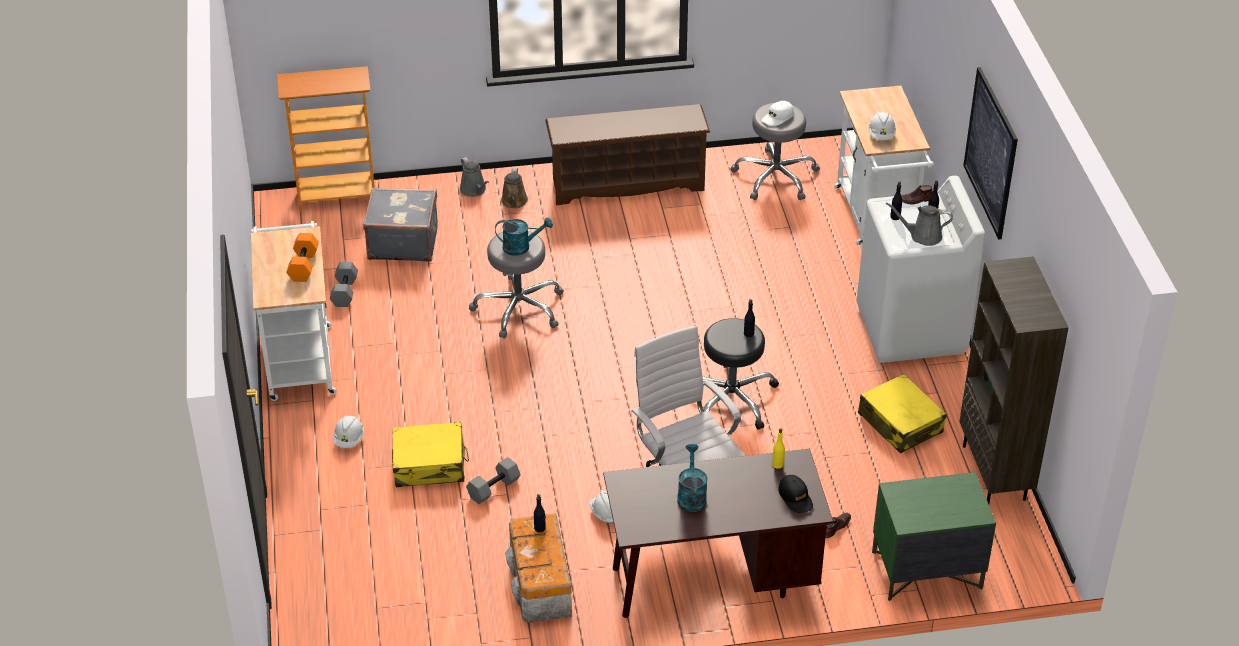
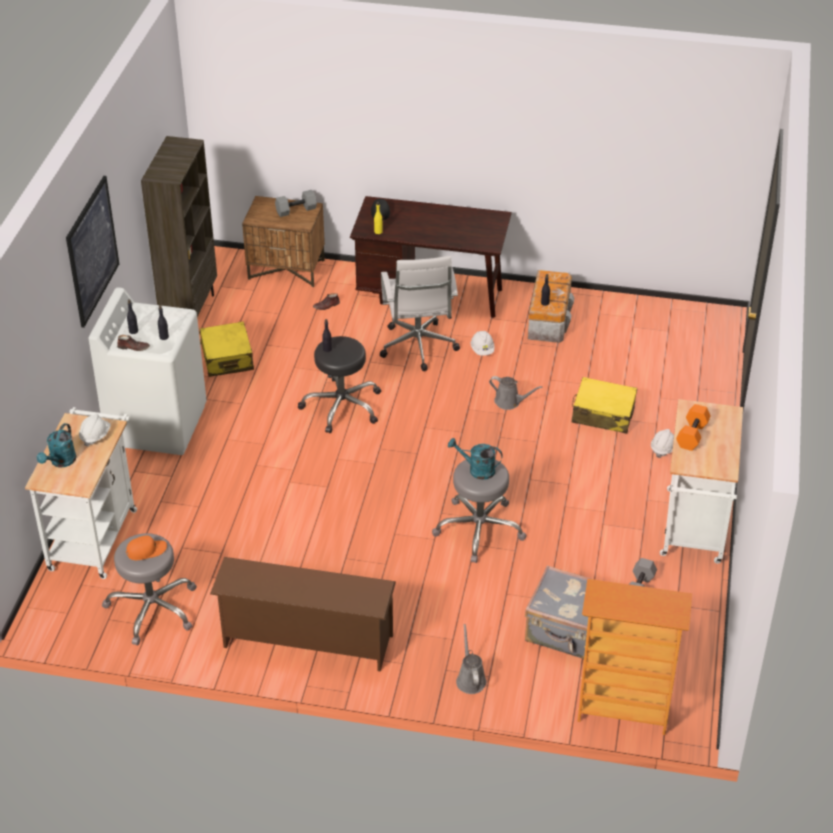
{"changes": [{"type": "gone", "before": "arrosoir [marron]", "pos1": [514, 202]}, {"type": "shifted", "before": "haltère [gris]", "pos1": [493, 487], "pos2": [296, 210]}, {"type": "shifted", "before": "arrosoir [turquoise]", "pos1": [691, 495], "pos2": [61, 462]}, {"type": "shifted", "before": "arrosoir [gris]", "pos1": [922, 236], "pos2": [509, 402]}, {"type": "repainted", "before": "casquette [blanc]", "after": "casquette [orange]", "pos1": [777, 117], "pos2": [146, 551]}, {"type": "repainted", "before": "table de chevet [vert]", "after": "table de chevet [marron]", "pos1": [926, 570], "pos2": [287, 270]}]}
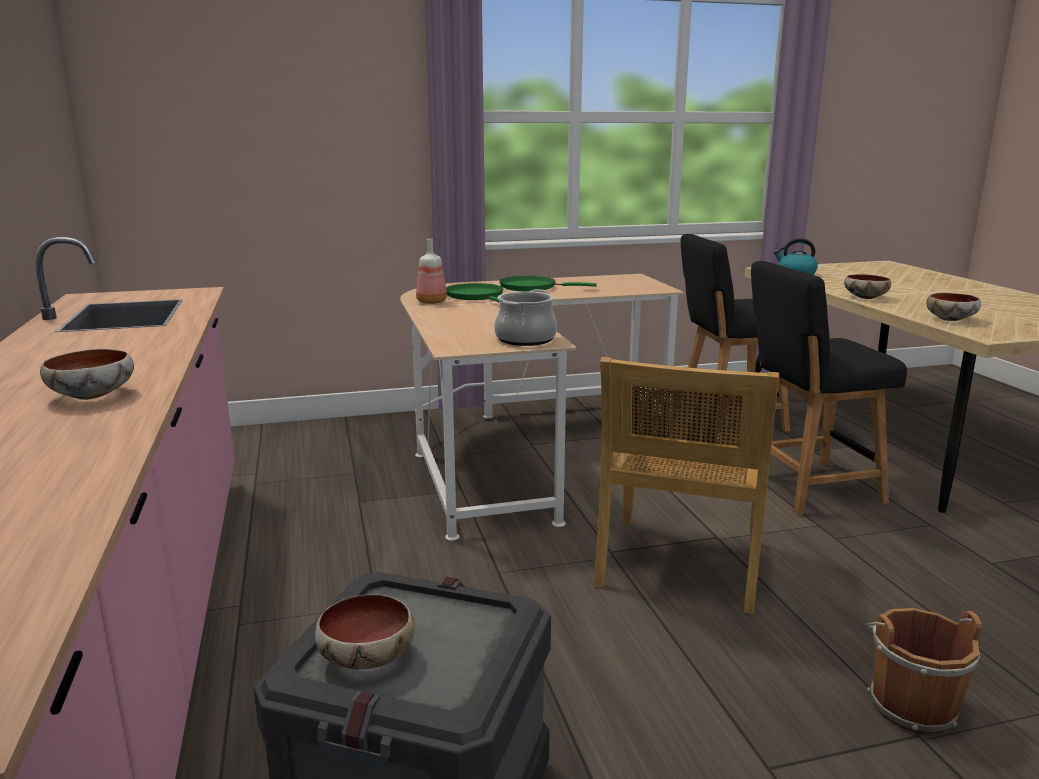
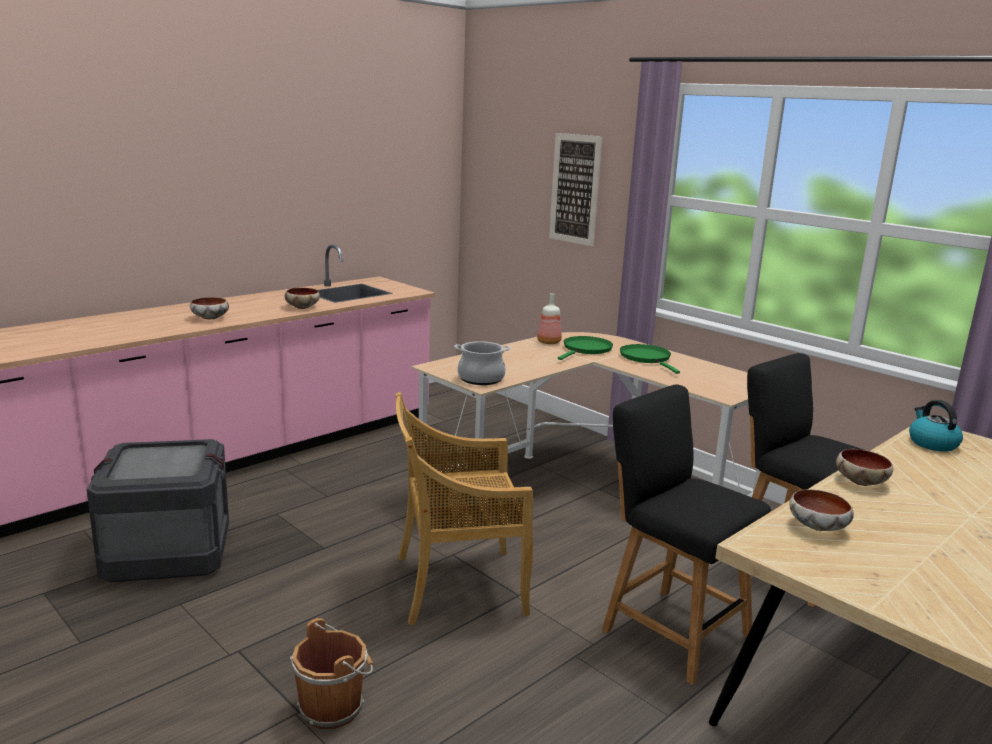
{"changes": [{"type": "new", "after": "tableau", "pos2": [575, 189]}, {"type": "shifted", "before": "bol", "pos1": [365, 658], "pos2": [302, 307]}]}
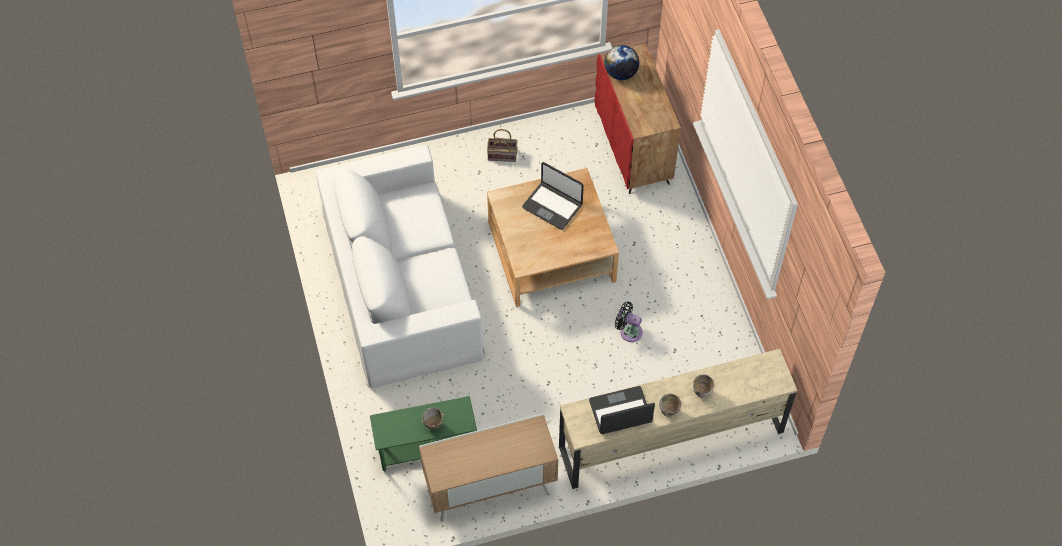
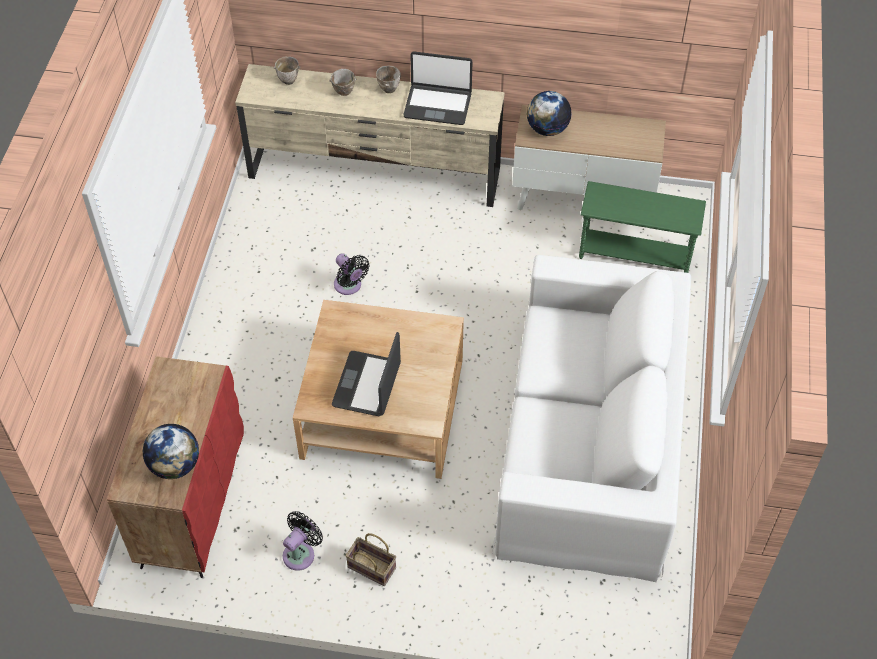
{"changes": [{"type": "new", "after": "ventilateur [noir]", "pos2": [301, 553]}, {"type": "new", "after": "globe", "pos2": [547, 129]}, {"type": "shifted", "before": "bol", "pos1": [432, 425], "pos2": [289, 80]}, {"type": "rotated", "before": "ordinateur portable", "pos1": [552, 206], "pos2": [367, 385], "turn": -135}]}
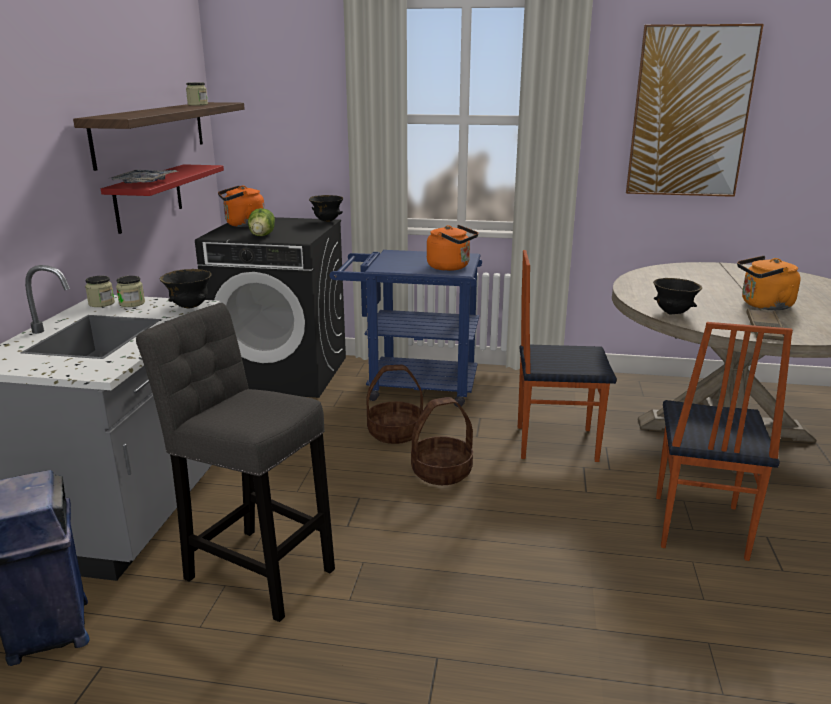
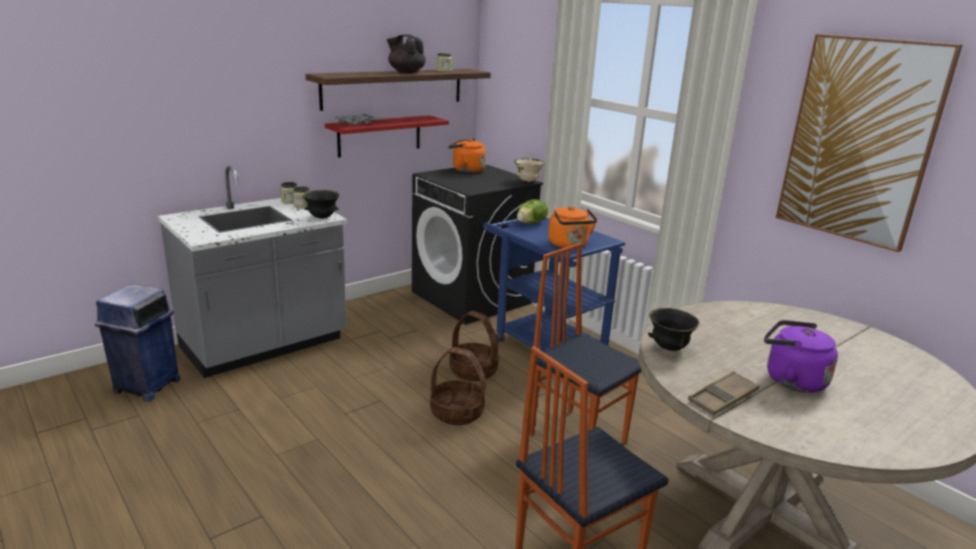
{"changes": [{"type": "gone", "before": "tabouret [gris]", "pos1": [255, 570]}, {"type": "new", "after": "théière [noir]", "pos2": [406, 72]}, {"type": "shifted", "before": "laitue", "pos1": [263, 235], "pos2": [531, 223]}, {"type": "repainted", "before": "bol [noir]", "after": "bol [beige]", "pos1": [326, 221], "pos2": [528, 181]}, {"type": "repainted", "before": "bouilloire [orange]", "after": "bouilloire [violet]", "pos1": [763, 305], "pos2": [791, 380]}]}
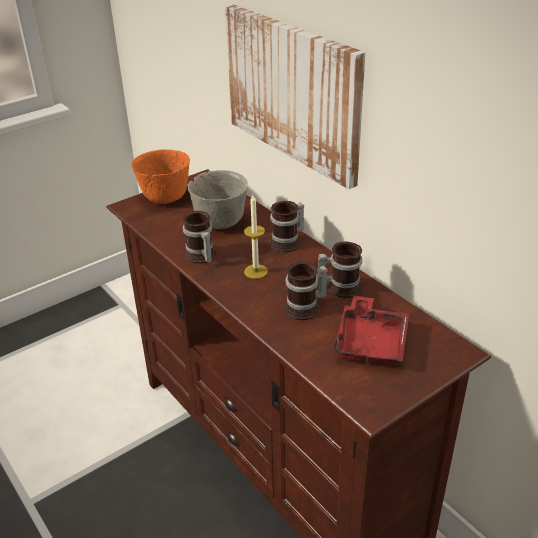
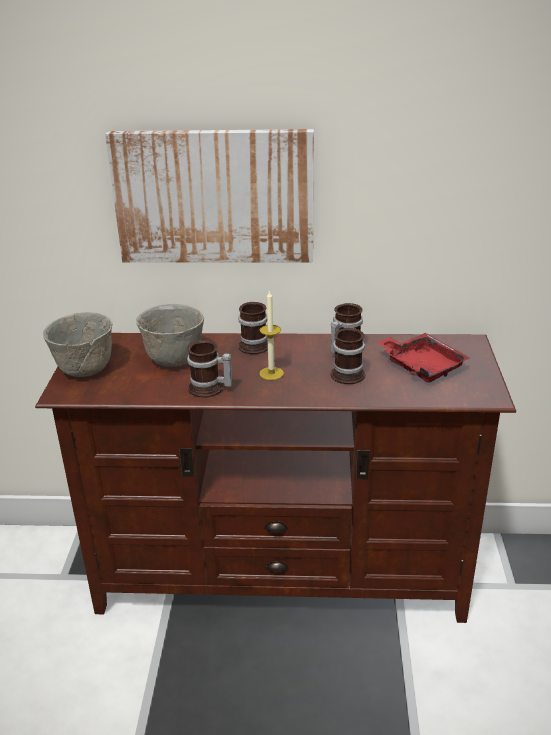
{"changes": [{"type": "repainted", "before": "bol [orange]", "after": "bol [gris]", "pos1": [164, 198], "pos2": [85, 370]}]}
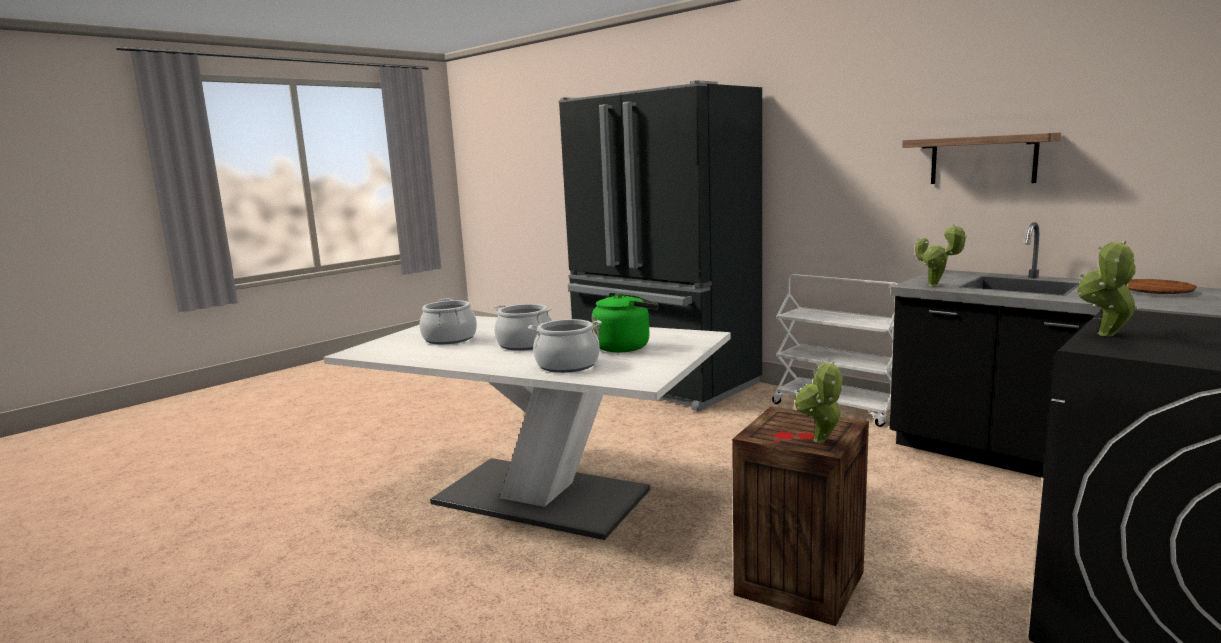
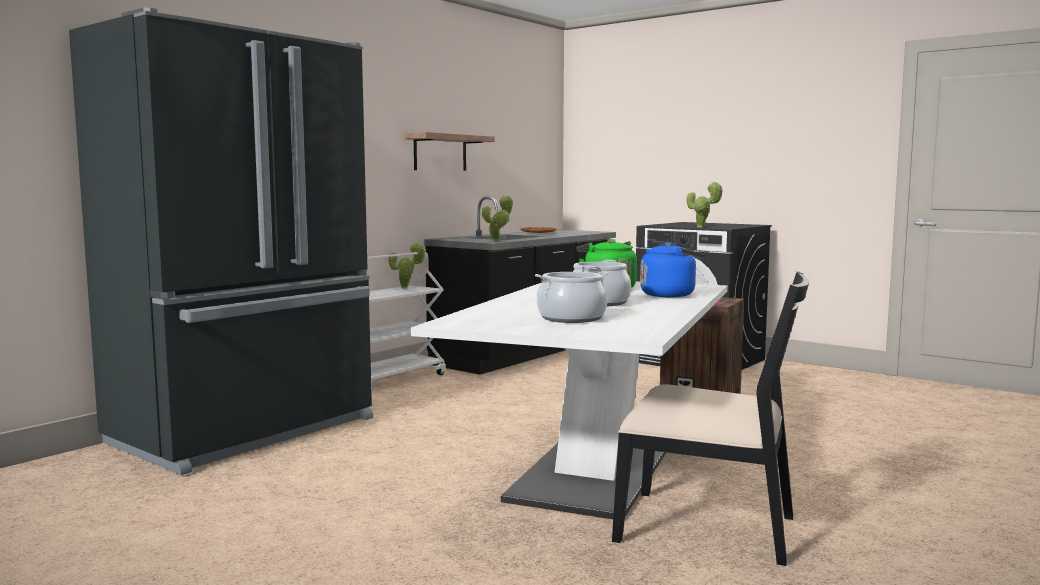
{"changes": [{"type": "new", "after": "chaise [noir]", "pos2": [708, 527]}, {"type": "shifted", "before": "plante en pot", "pos1": [821, 442], "pos2": [406, 288]}, {"type": "swapped", "before": "marmite", "after": "bouilloire [bleu]", "pos1": [567, 365], "pos2": [671, 295]}]}
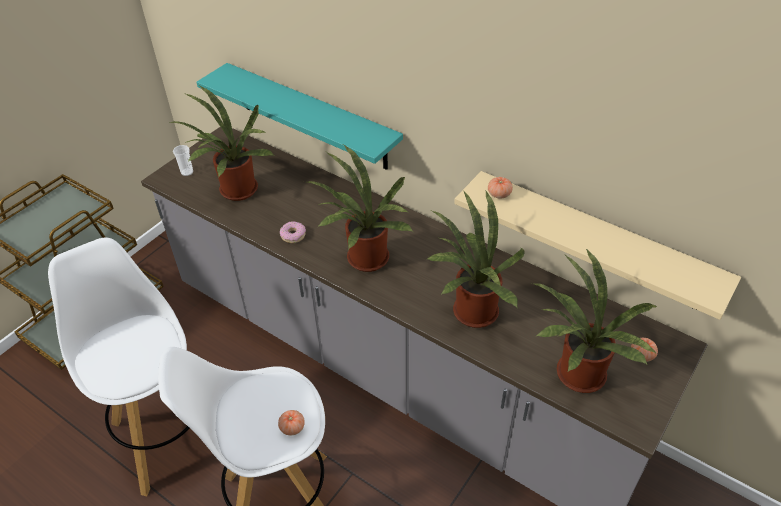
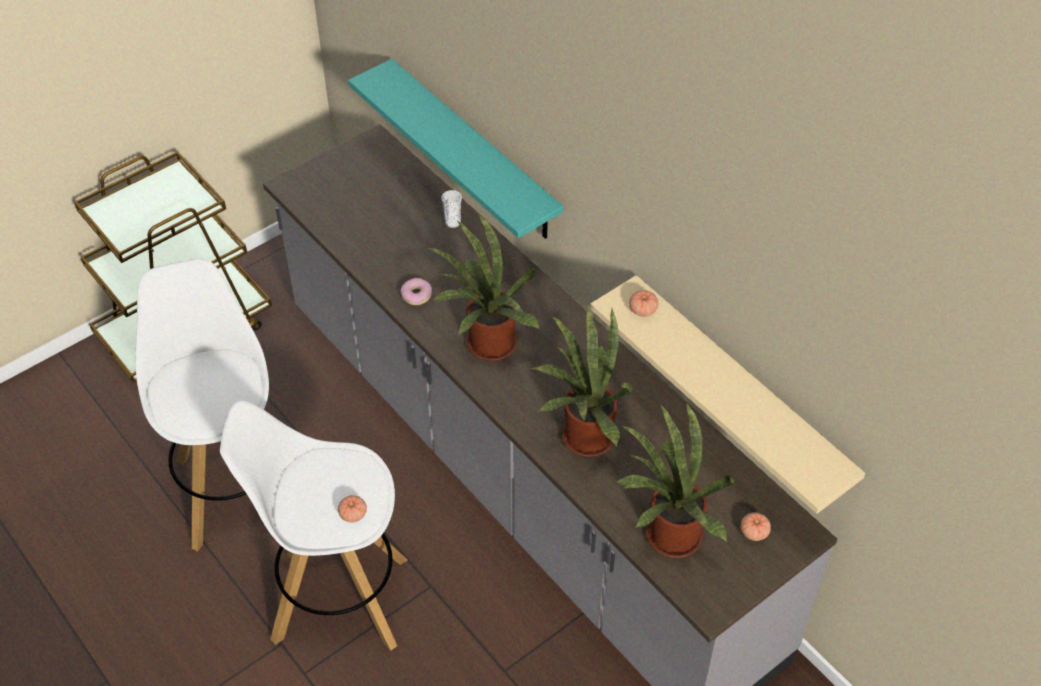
{"changes": [{"type": "gone", "before": "plante en pot", "pos1": [236, 192]}, {"type": "shifted", "before": "tasse", "pos1": [187, 172], "pos2": [453, 222]}]}
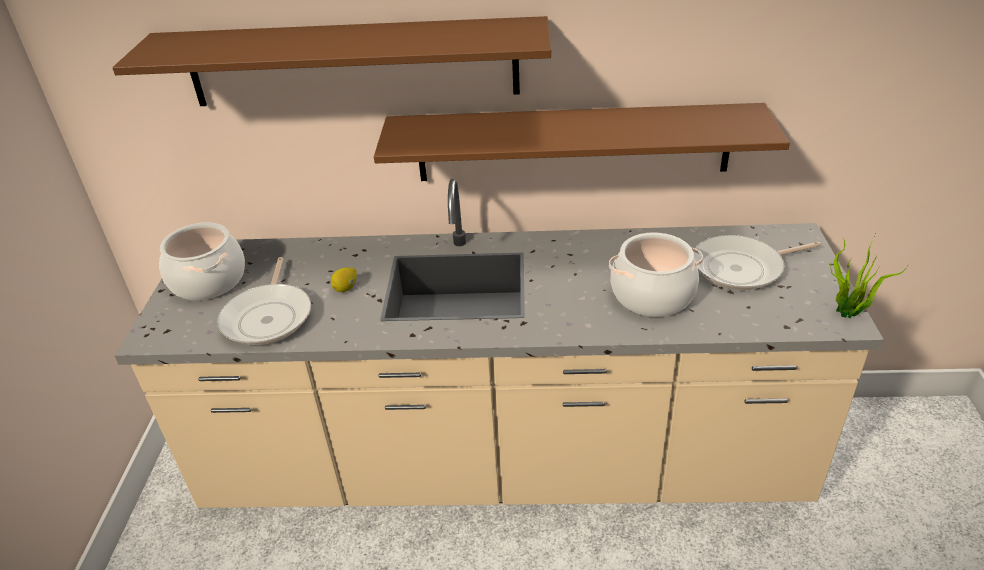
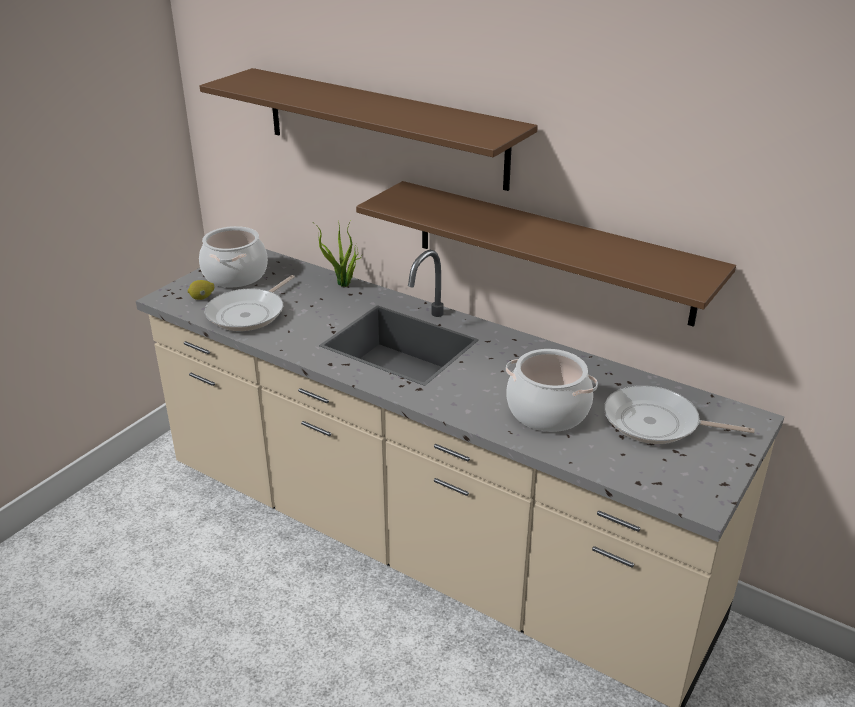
{"changes": [{"type": "shifted", "before": "citron", "pos1": [346, 288], "pos2": [202, 298]}, {"type": "shifted", "before": "plante en pot", "pos1": [848, 314], "pos2": [344, 285]}]}
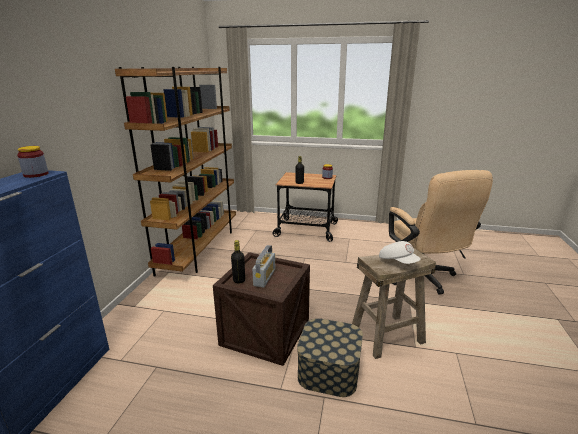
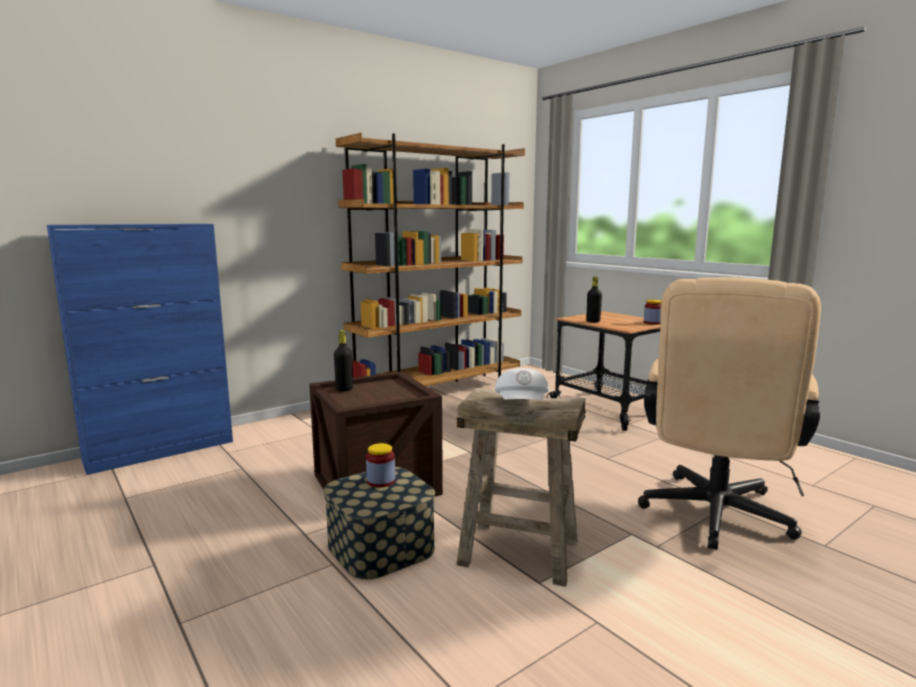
{"changes": [{"type": "gone", "before": "radio", "pos1": [264, 277]}, {"type": "shifted", "before": "bocal", "pos1": [36, 174], "pos2": [381, 481]}]}
